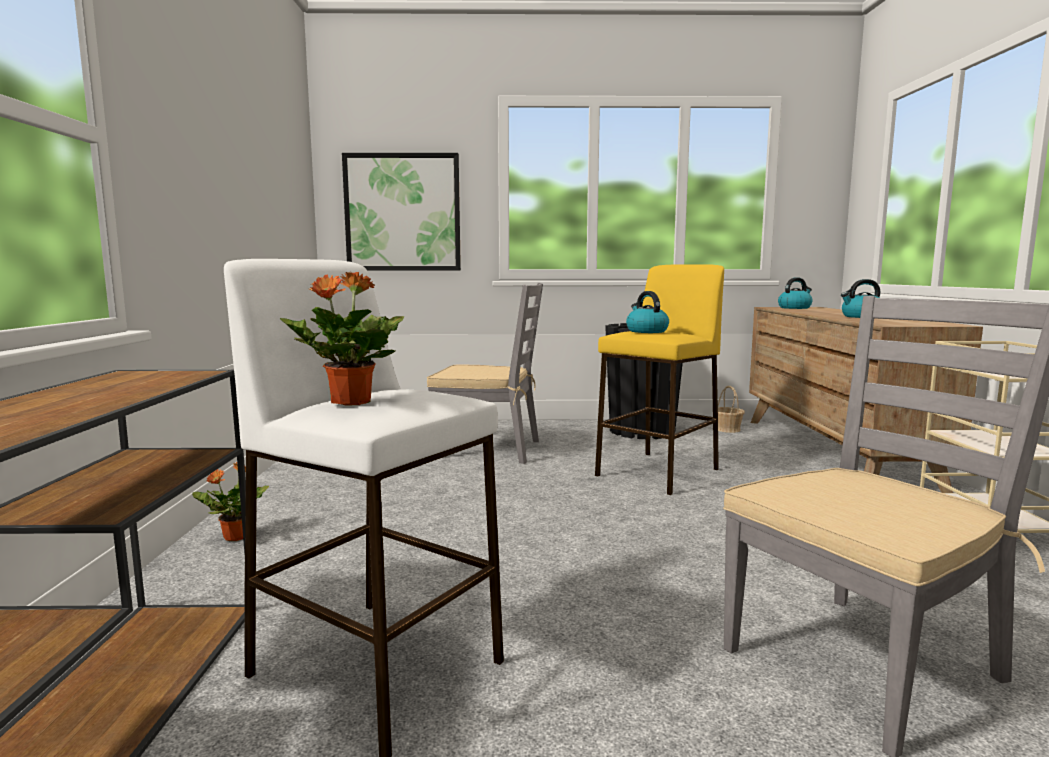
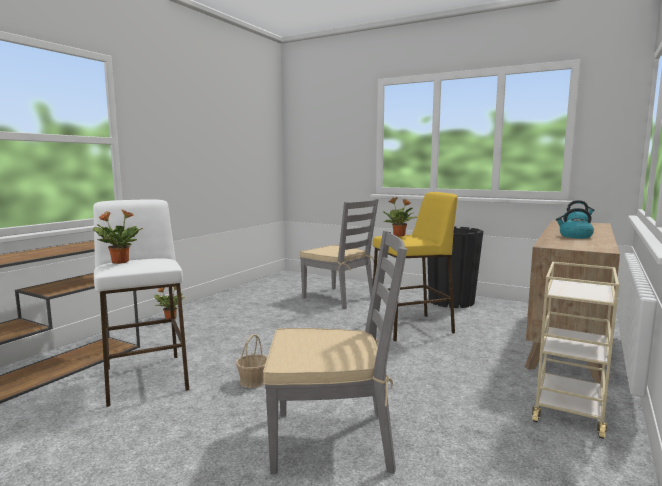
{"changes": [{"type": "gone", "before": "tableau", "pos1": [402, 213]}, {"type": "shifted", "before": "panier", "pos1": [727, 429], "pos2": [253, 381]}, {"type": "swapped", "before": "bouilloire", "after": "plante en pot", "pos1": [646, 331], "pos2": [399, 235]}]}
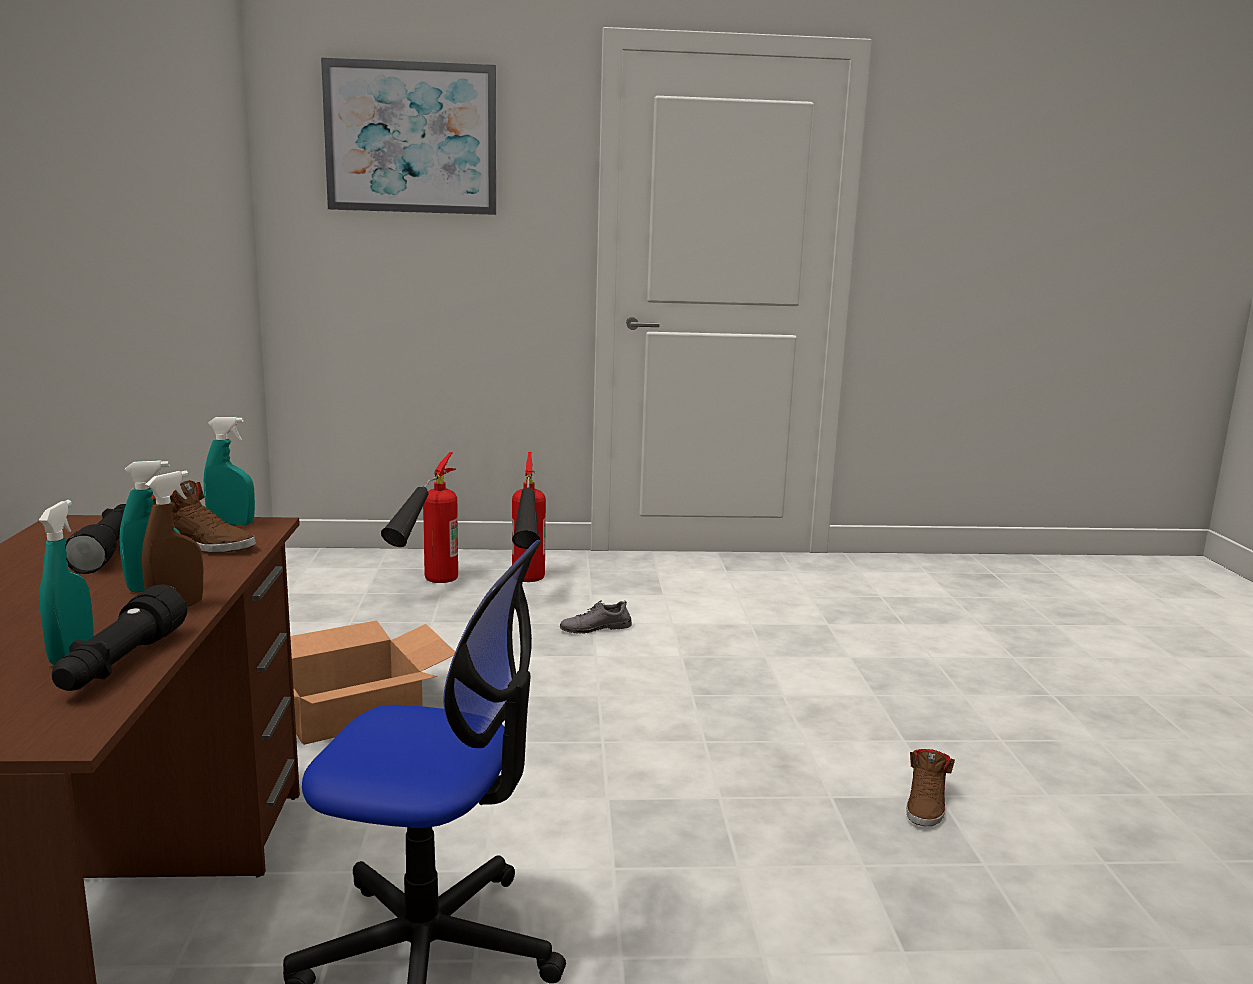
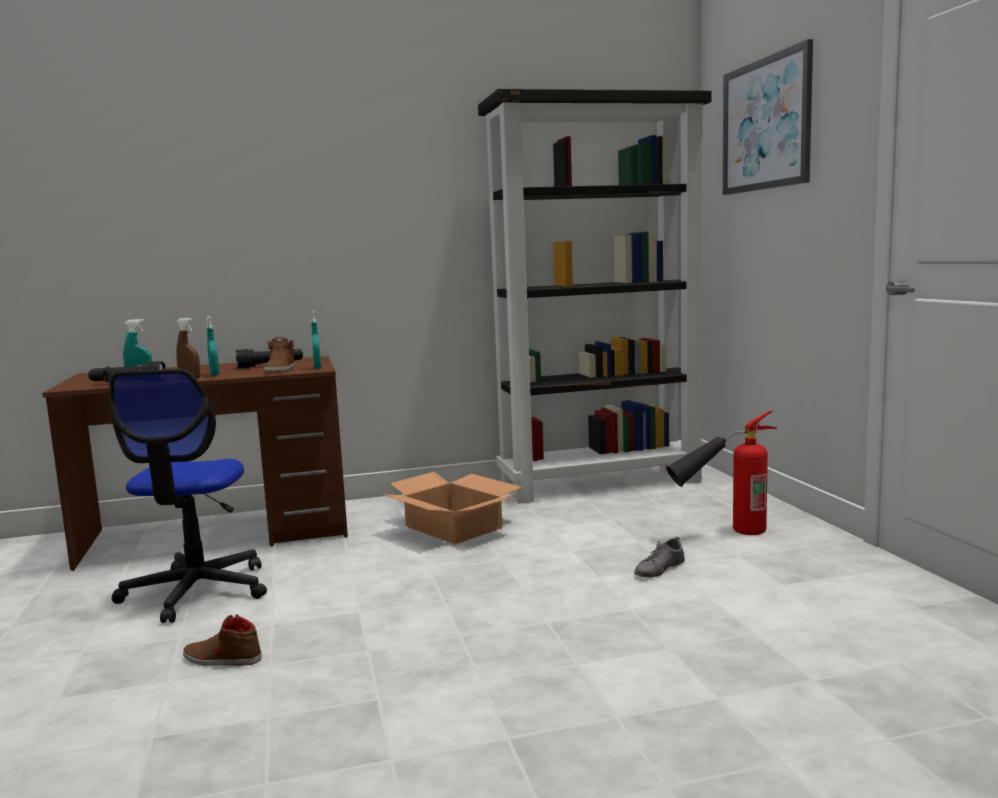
{"changes": [{"type": "gone", "before": "extincteur", "pos1": [425, 587]}, {"type": "new", "after": "bibliothèque [noir]", "pos2": [601, 483]}, {"type": "shifted", "before": "chaussure [marron]", "pos1": [926, 804], "pos2": [222, 659]}, {"type": "rotated", "before": "chaussure [gris]", "pos1": [595, 628], "pos2": [659, 569], "turn": -105}]}
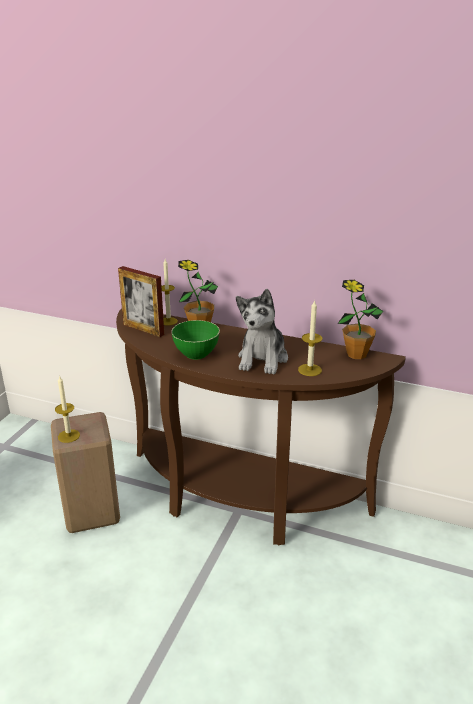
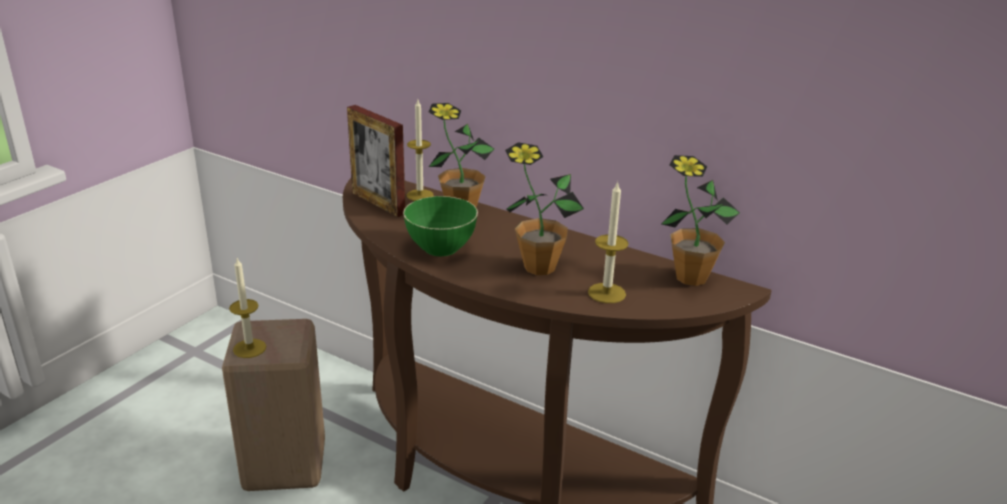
{"changes": [{"type": "swapped", "before": "peluche", "after": "plante en pot", "pos1": [263, 359], "pos2": [539, 267]}]}
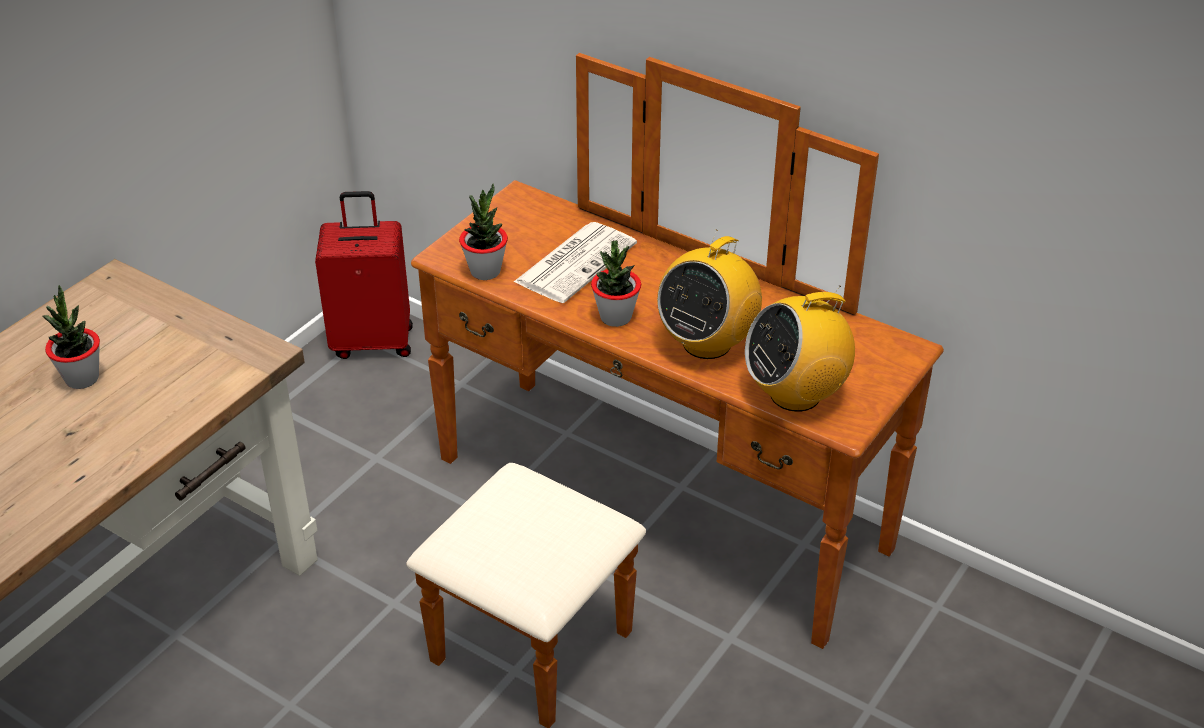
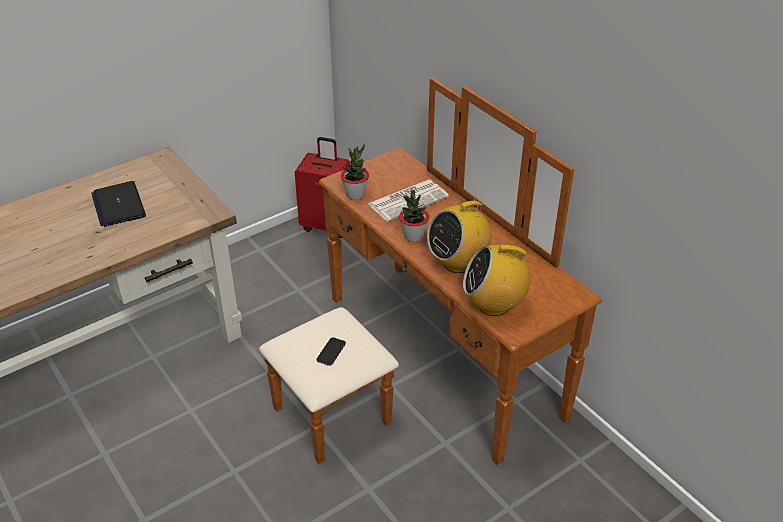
{"changes": [{"type": "new", "after": "téléphone", "pos2": [331, 352]}, {"type": "swapped", "before": "plante en pot", "after": "ordinateur portable", "pos1": [82, 378], "pos2": [118, 205]}]}
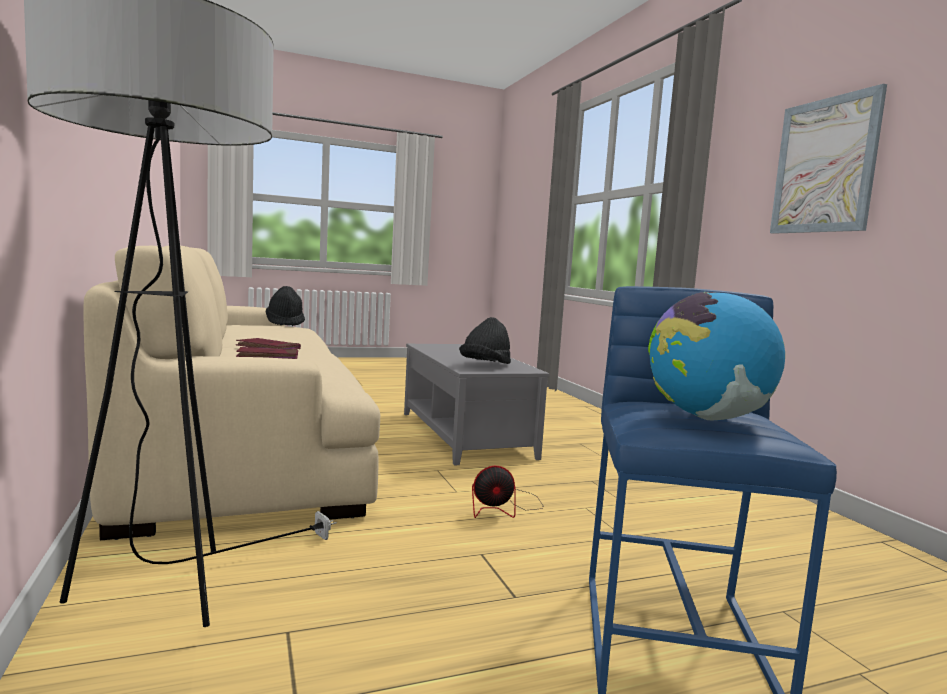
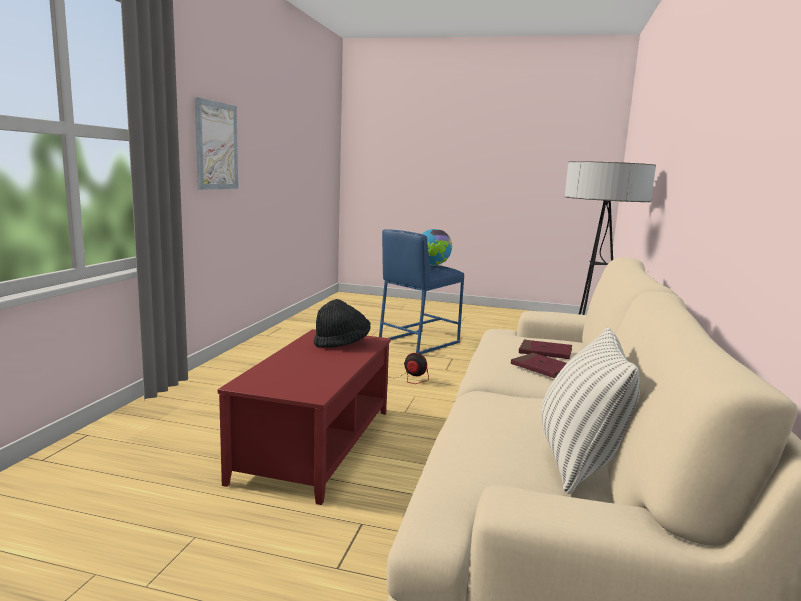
{"changes": [{"type": "gone", "before": "chapeau [noir]", "pos1": [285, 323]}, {"type": "new", "after": "coussin", "pos2": [579, 461]}, {"type": "repainted", "before": "table basse [gris]", "after": "table basse [rouge]", "pos1": [463, 434], "pos2": [317, 444]}]}
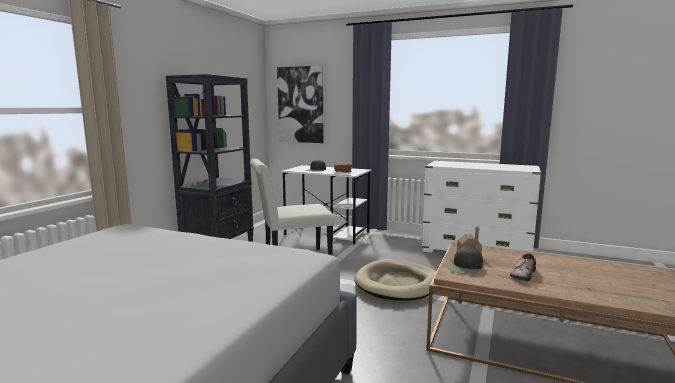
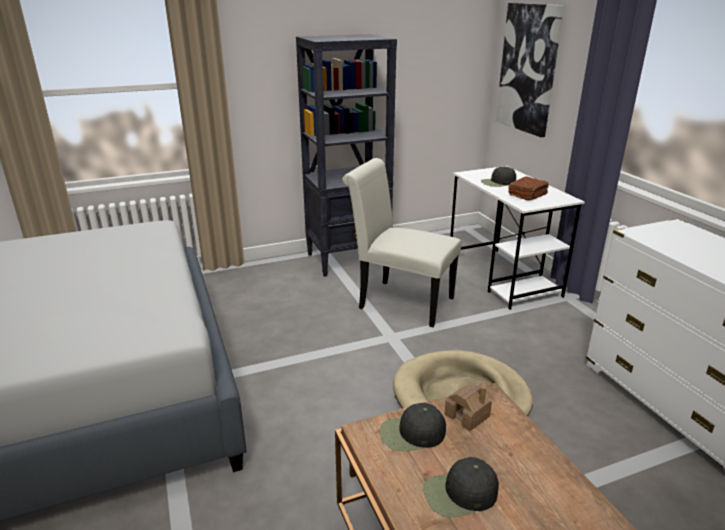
{"changes": [{"type": "swapped", "before": "chaussure", "after": "casquette [noir]", "pos1": [522, 274], "pos2": [460, 494]}]}
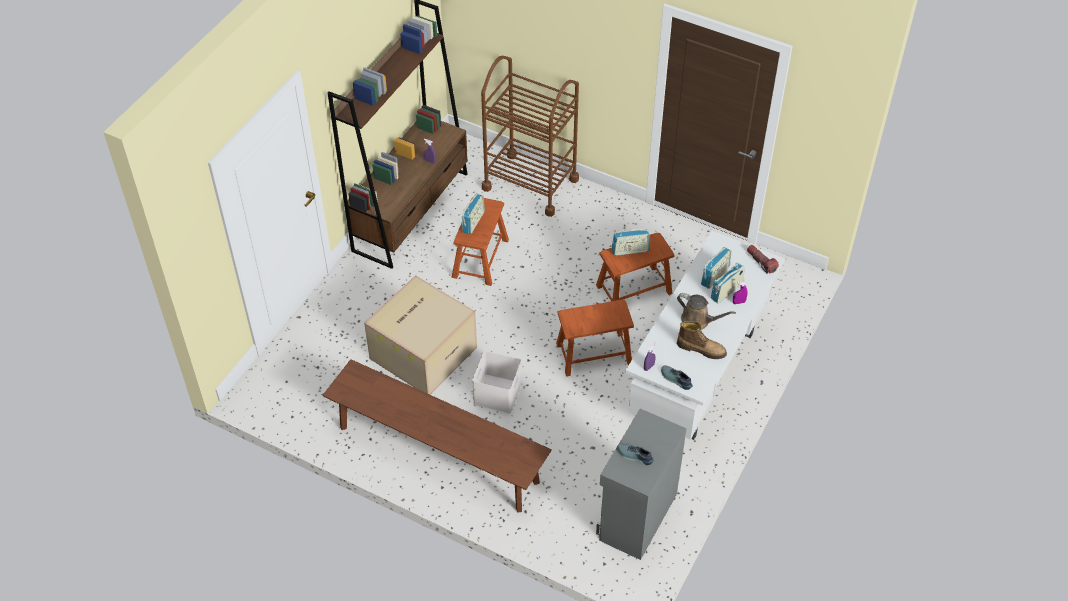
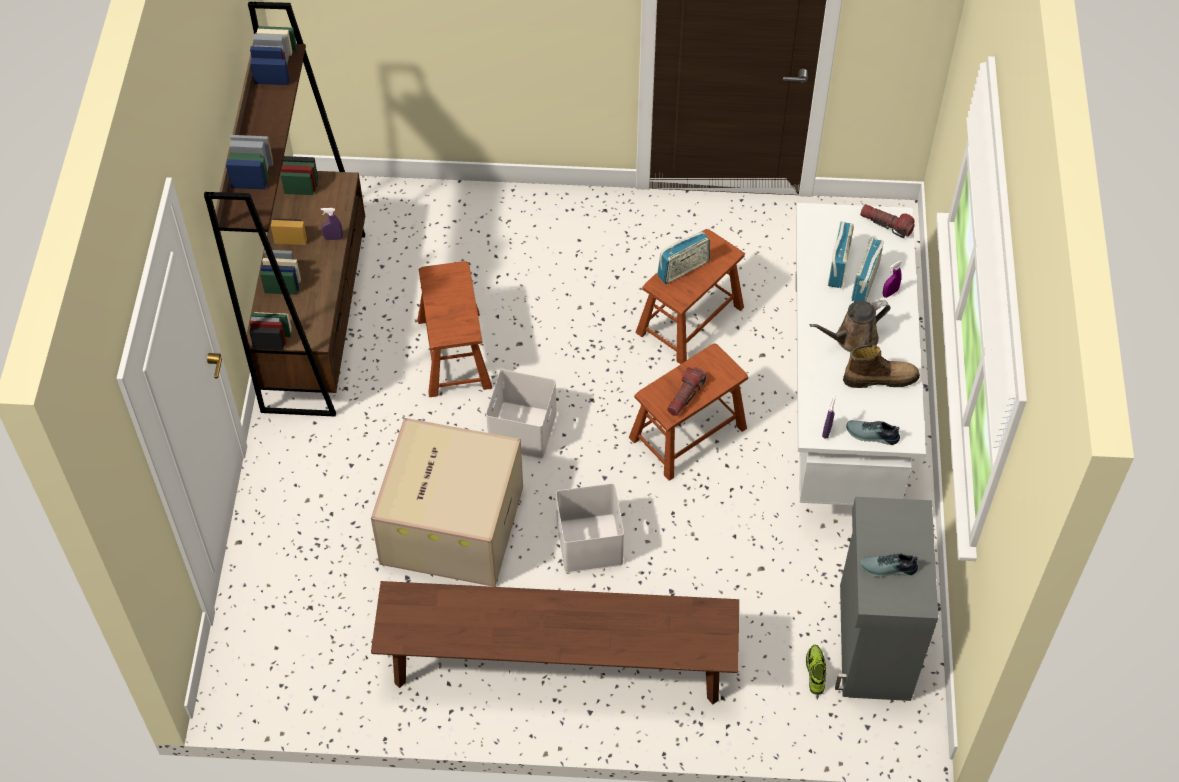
{"changes": [{"type": "gone", "before": "radio", "pos1": [473, 222]}, {"type": "gone", "before": "chariot [marron]", "pos1": [530, 184]}, {"type": "new", "after": "boîte de rangement [blanc]", "pos2": [523, 431]}, {"type": "new", "after": "lampe de poche", "pos2": [685, 396]}, {"type": "new", "after": "chaussure", "pos2": [815, 672]}, {"type": "rotated", "before": "arrosoir [marron]", "pos1": [698, 320], "pos2": [852, 339], "turn": 150}]}
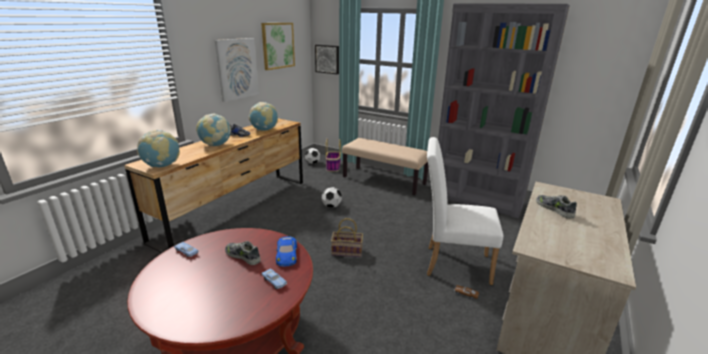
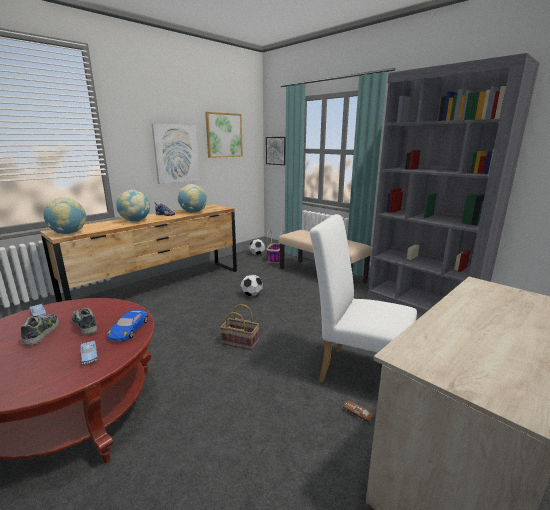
{"changes": [{"type": "shifted", "before": "chaussure", "pos1": [554, 209], "pos2": [42, 332]}]}
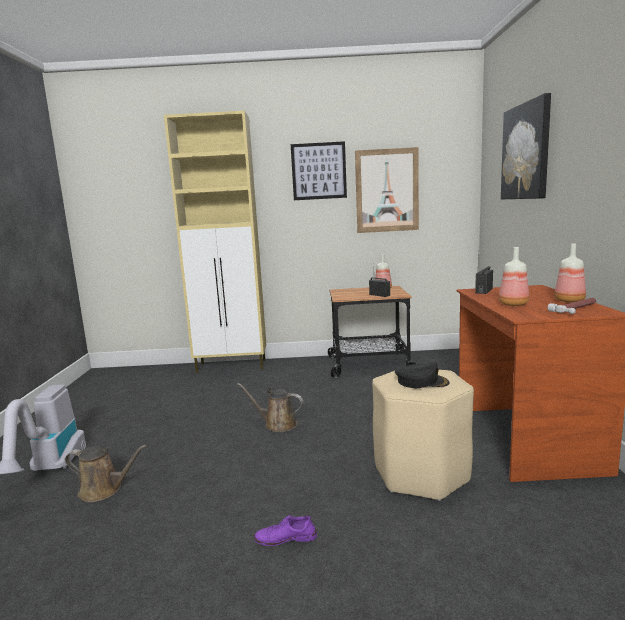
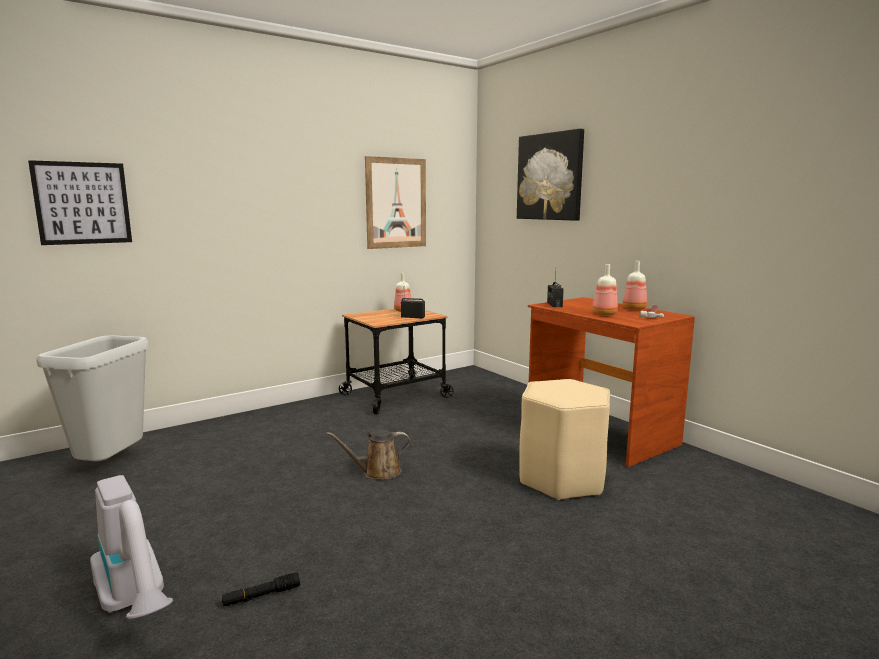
{"changes": [{"type": "gone", "before": "meuble de rangement [beige]", "pos1": [232, 366]}, {"type": "gone", "before": "chaussure [violet]", "pos1": [286, 538]}, {"type": "gone", "before": "casquette [noir]", "pos1": [421, 381]}, {"type": "new", "after": "poubelle [gris]", "pos2": [111, 465]}, {"type": "shifted", "before": "tableau", "pos1": [319, 171], "pos2": [82, 203]}, {"type": "swapped", "before": "arrosoir [marron]", "after": "lampe de poche [noir]", "pos1": [104, 490], "pos2": [261, 596]}]}
